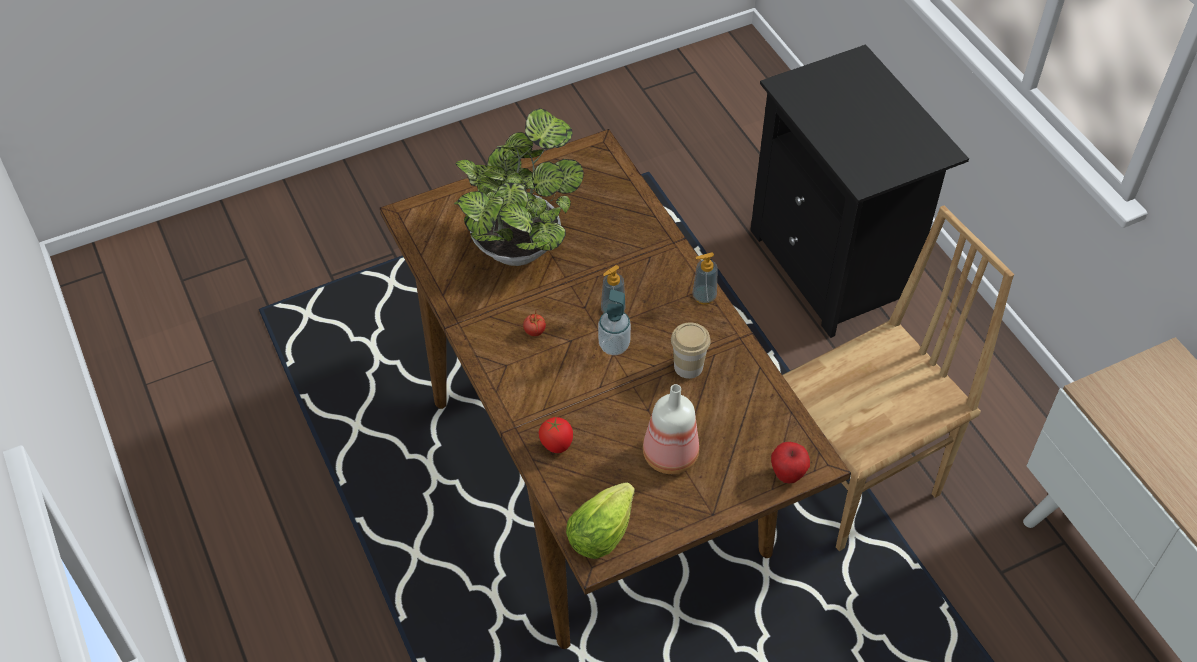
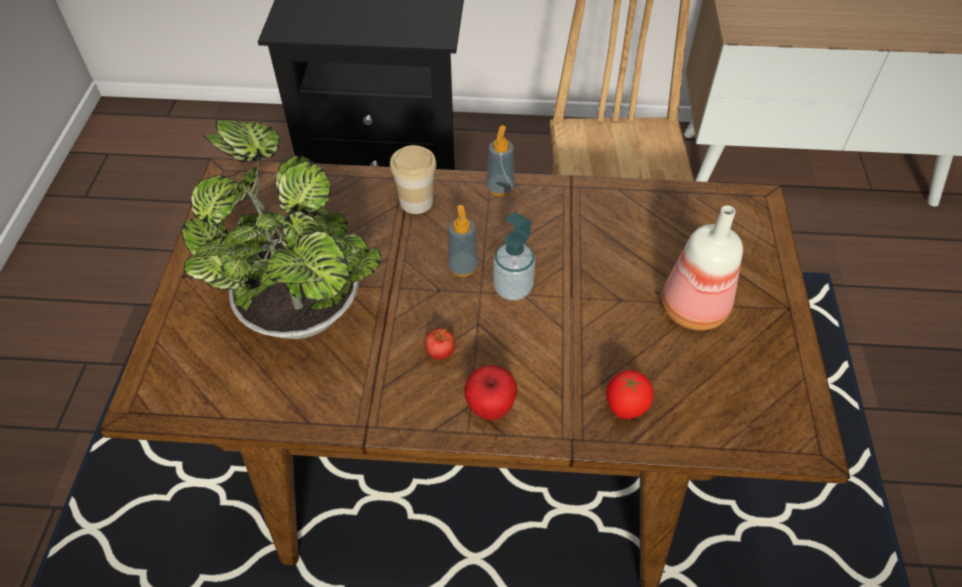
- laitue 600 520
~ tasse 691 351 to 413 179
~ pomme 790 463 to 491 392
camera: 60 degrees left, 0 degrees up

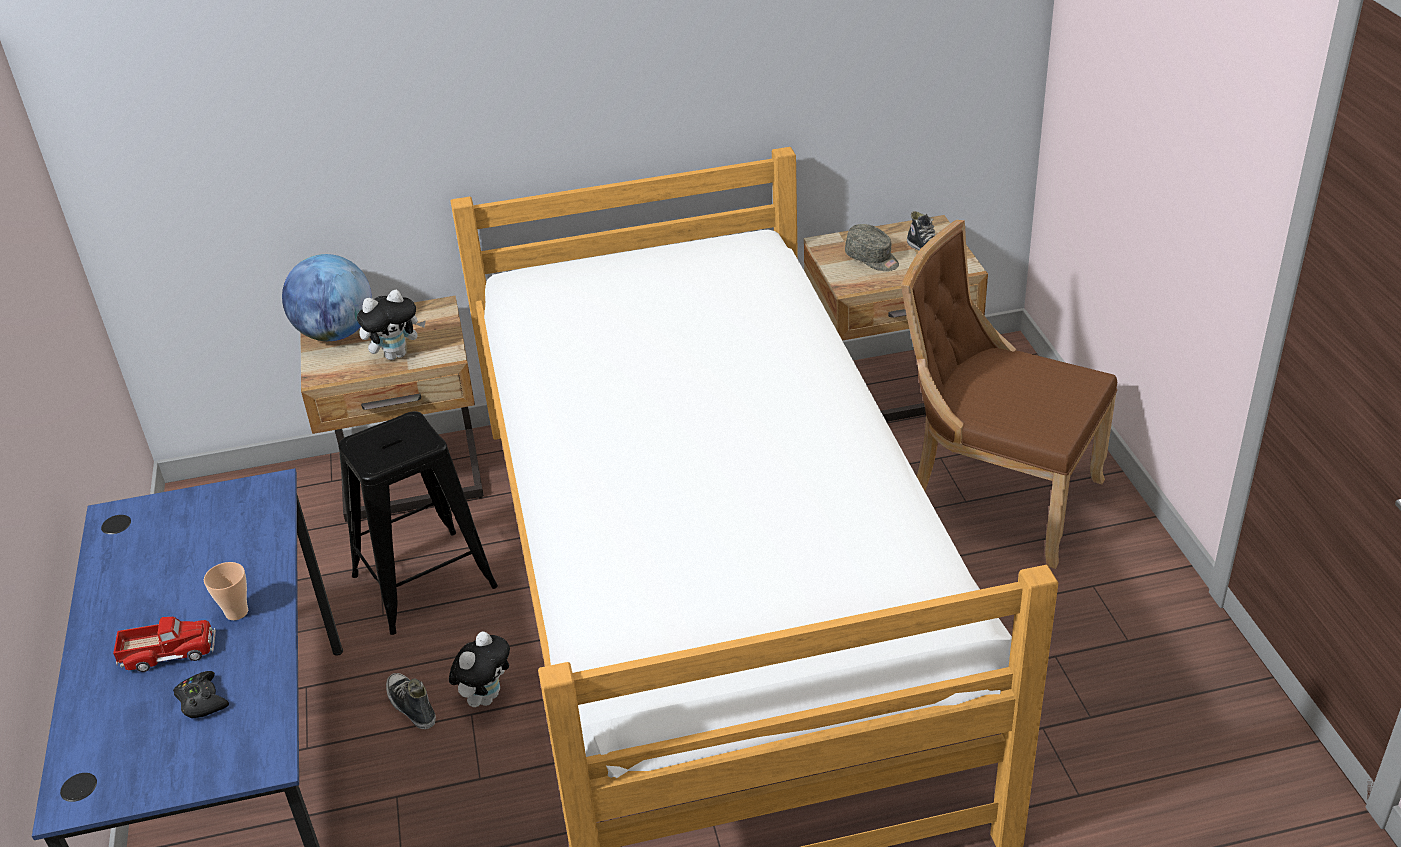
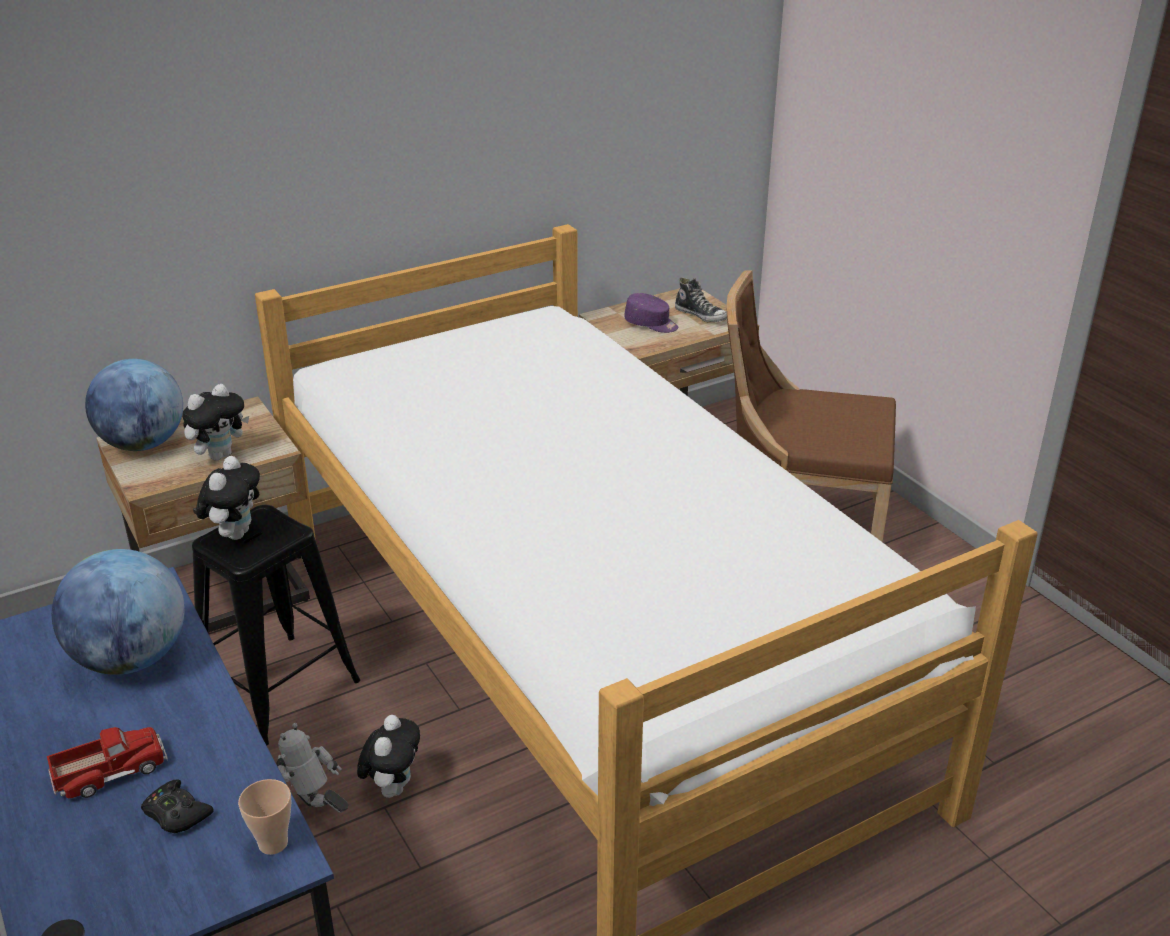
+ globe 118 612
+ peluche 228 498
~ tasse 226 591 to 264 817
~ chaussure 411 701 to robot jouet 312 768
~ casquette (gris) 872 247 to casquette (violet) 651 313
camera: 20 degrees left, 5 degrees down

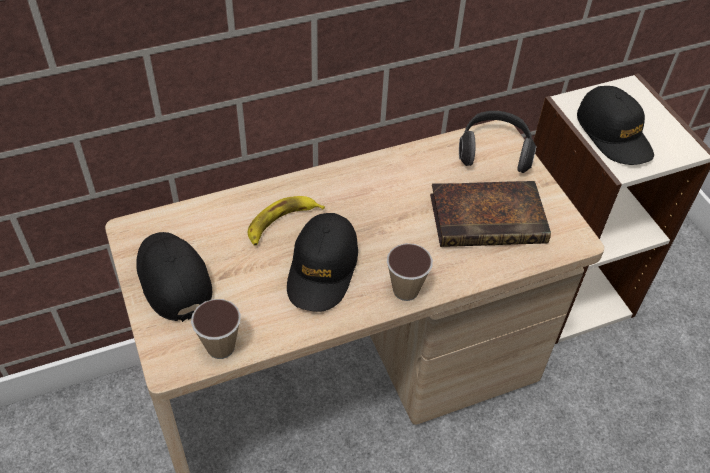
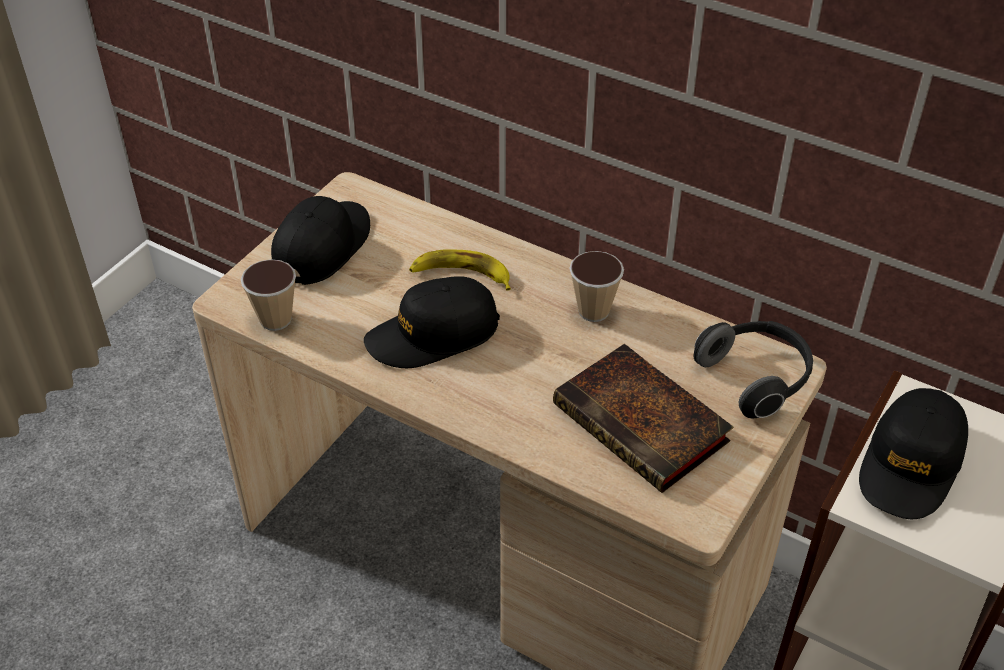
~ tasse 410 272 to 596 286
camera: 55 degrees right, 5 degrees down

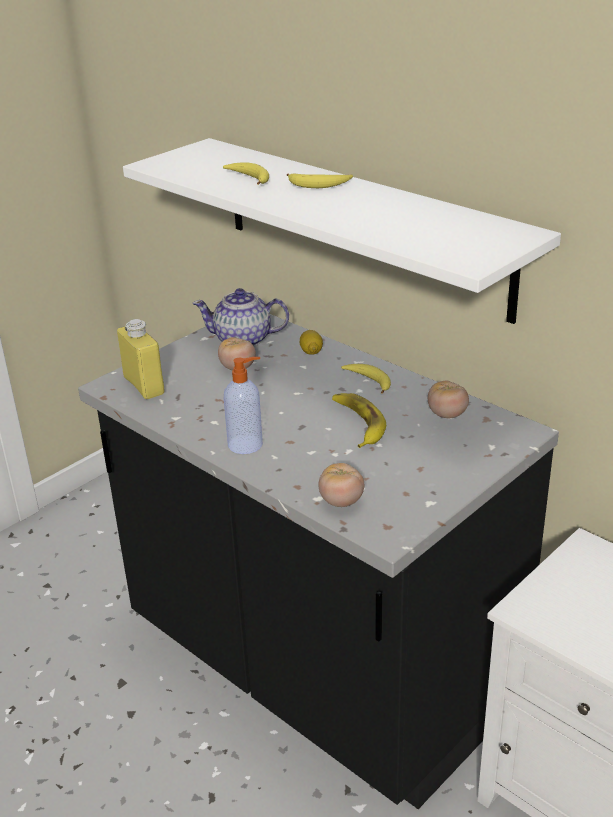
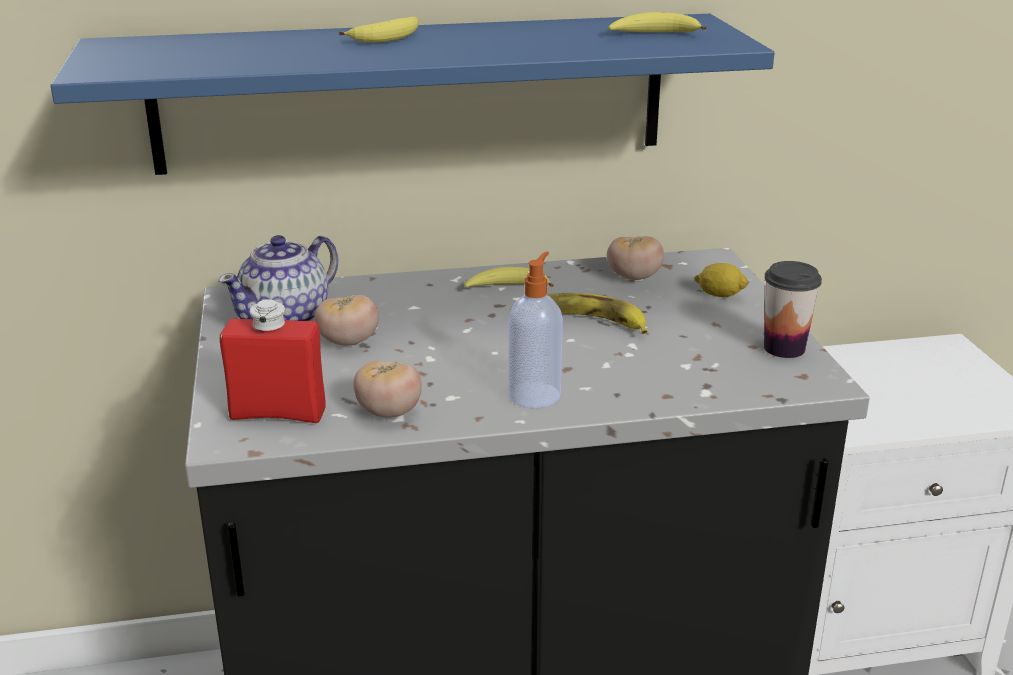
+ tasse 793 309
~ banane 246 173 to 657 22
~ citron 311 342 to 721 280
~ tomate 341 485 to 387 389
~ bouteille (jaune) 141 359 to bouteille (rouge) 273 361
~ étagère (blanc) 342 231 to étagère (bleu) 413 94
camera: 55 degrees left, 5 degrees down

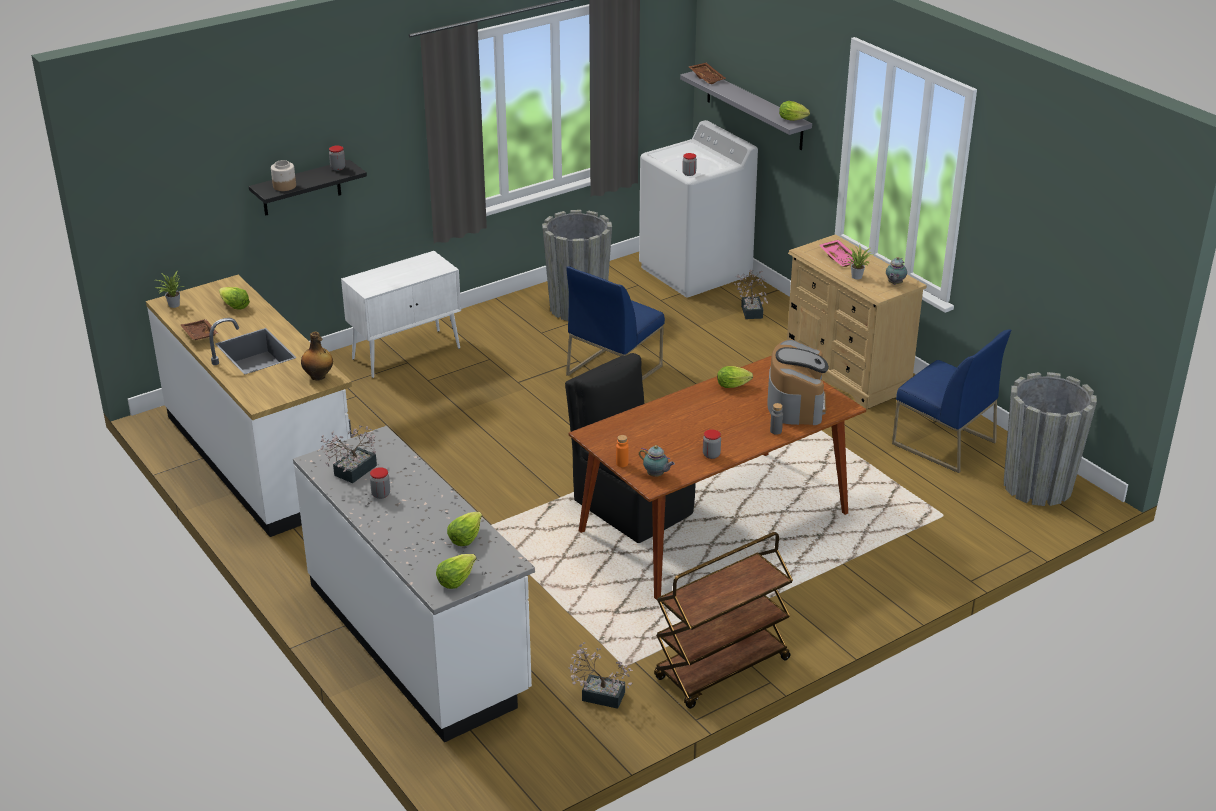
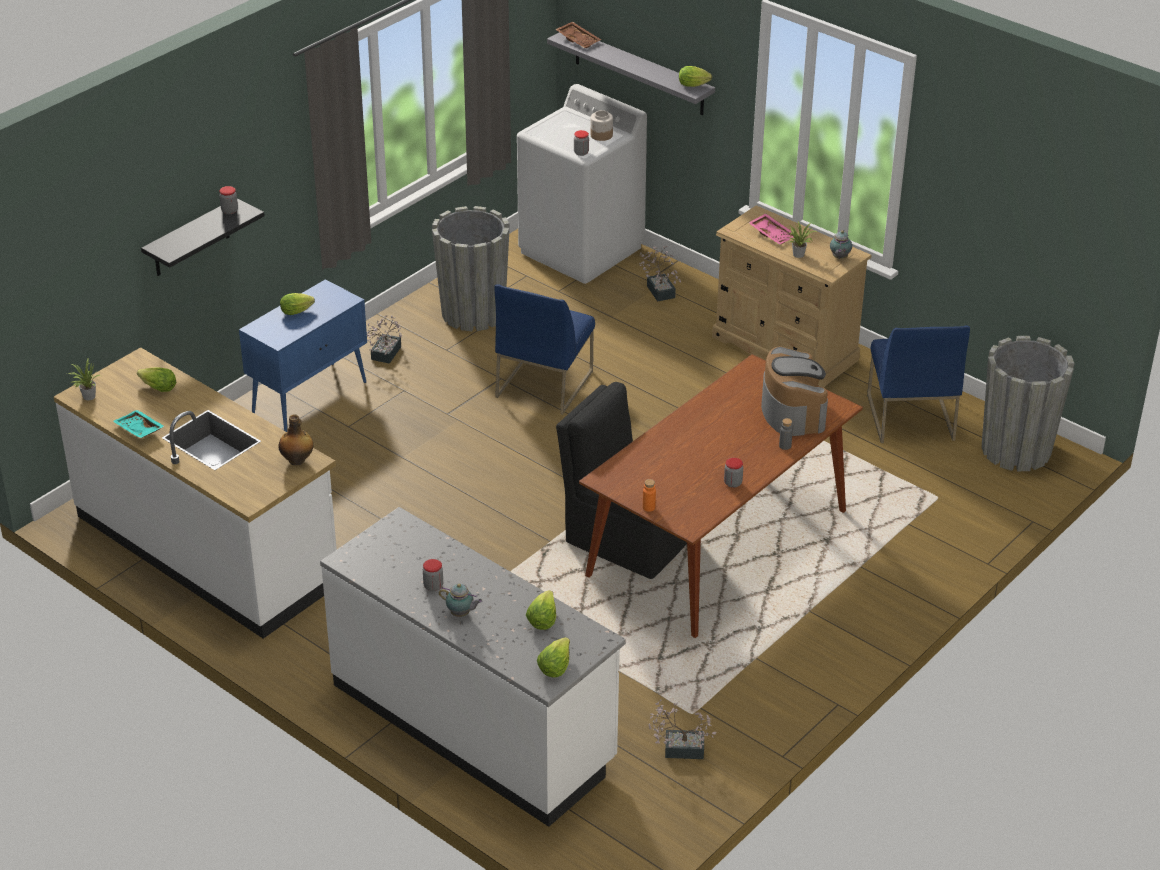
- chariot (marron) 723 620
~ bocal 283 175 to 601 125
~ plante en pot 348 454 to 384 339
~ théière 657 461 to 460 600
~ laitue 735 377 to 297 304
~ plateau (marron) 200 329 to plateau (turquoise) 139 424
~ meuble de rangement (blanc) 401 314 to meuble de rangement (bleu) 303 355
~ chaise (bleu) 951 401 = 918 384 60 degrees clockwise
camera: 15 degrees left, 5 degrees up

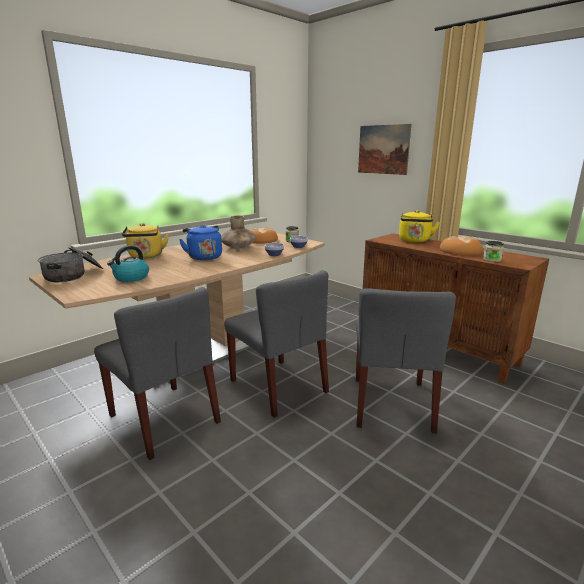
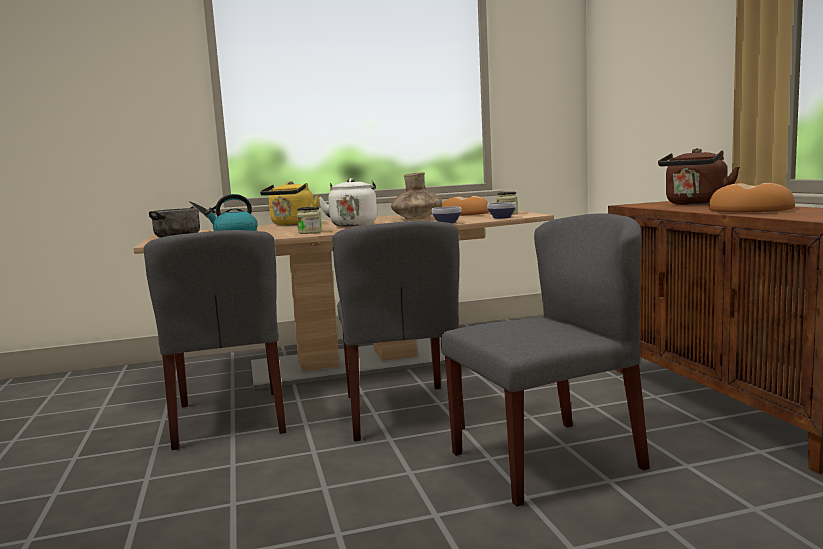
- tableau 384 149
~ bocal 493 251 to 309 220
~ bouilloire (bleu) 200 242 to bouilloire (blanc) 347 202
~ bouilloire (jaune) 419 226 to bouilloire (marron) 699 176
~ chaise (gris) 406 361 = 545 360 150 degrees counterclockwise
camera: 30 degrees right, 10 degrees down

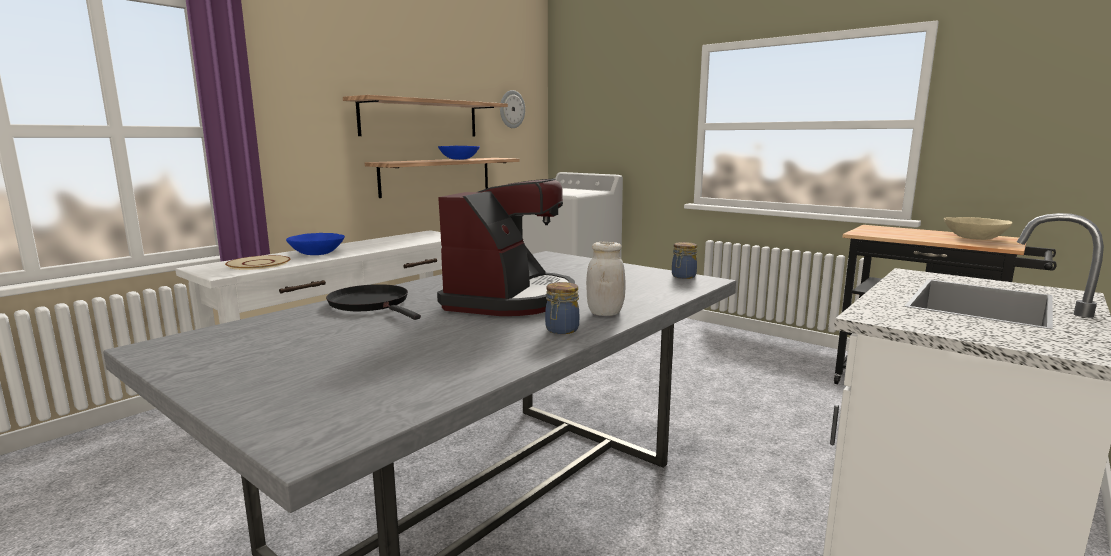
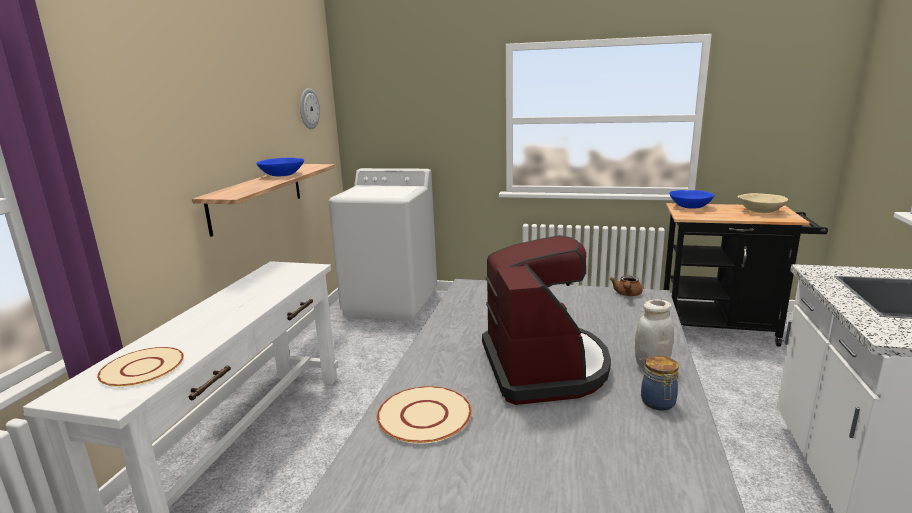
- étagère 425 116
~ bol (bleu) 315 244 to 692 199
~ poêle (noir) 373 302 to assiette (beige) 424 415
~ bocal 684 260 to théière (marron) 626 285
camera: 25 degrees left, 5 degrees up

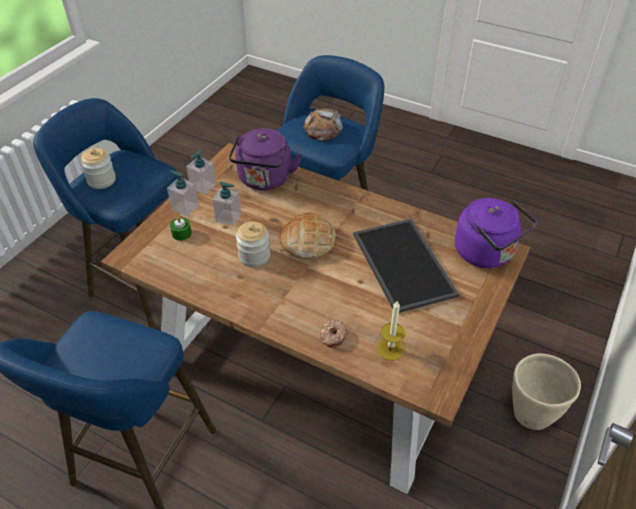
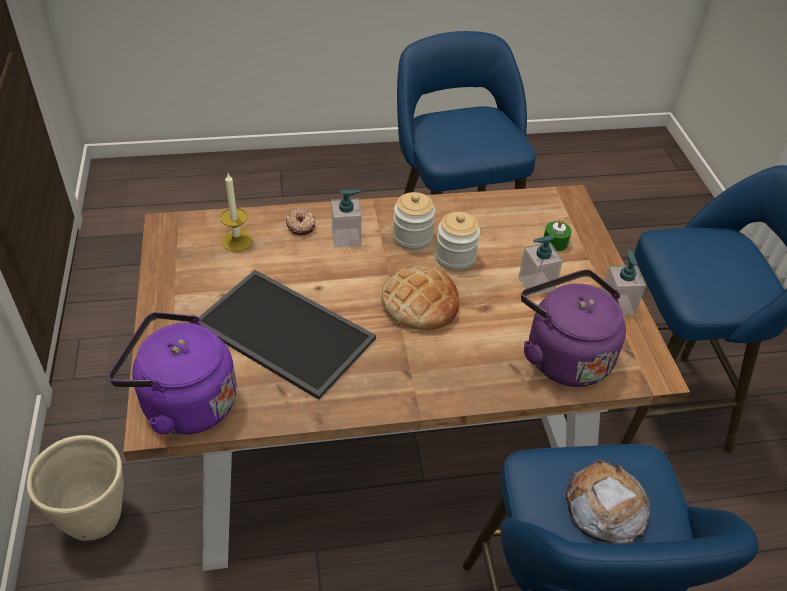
~ bocal 98 168 to 414 221
~ distributeur de savon 183 193 to 346 219
camera: 140 degrees right, 0 degrees up

